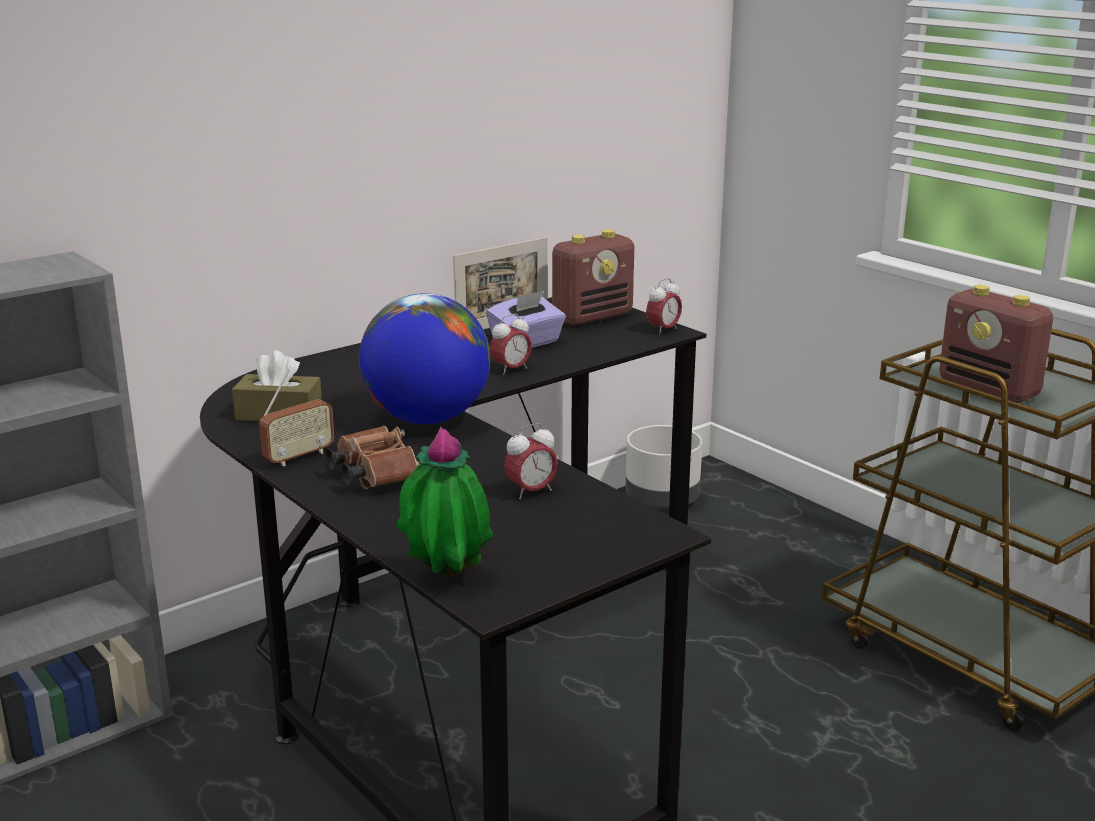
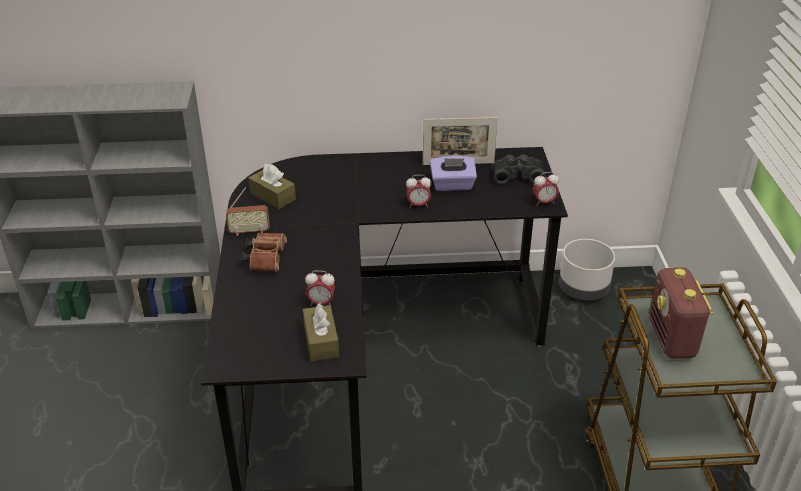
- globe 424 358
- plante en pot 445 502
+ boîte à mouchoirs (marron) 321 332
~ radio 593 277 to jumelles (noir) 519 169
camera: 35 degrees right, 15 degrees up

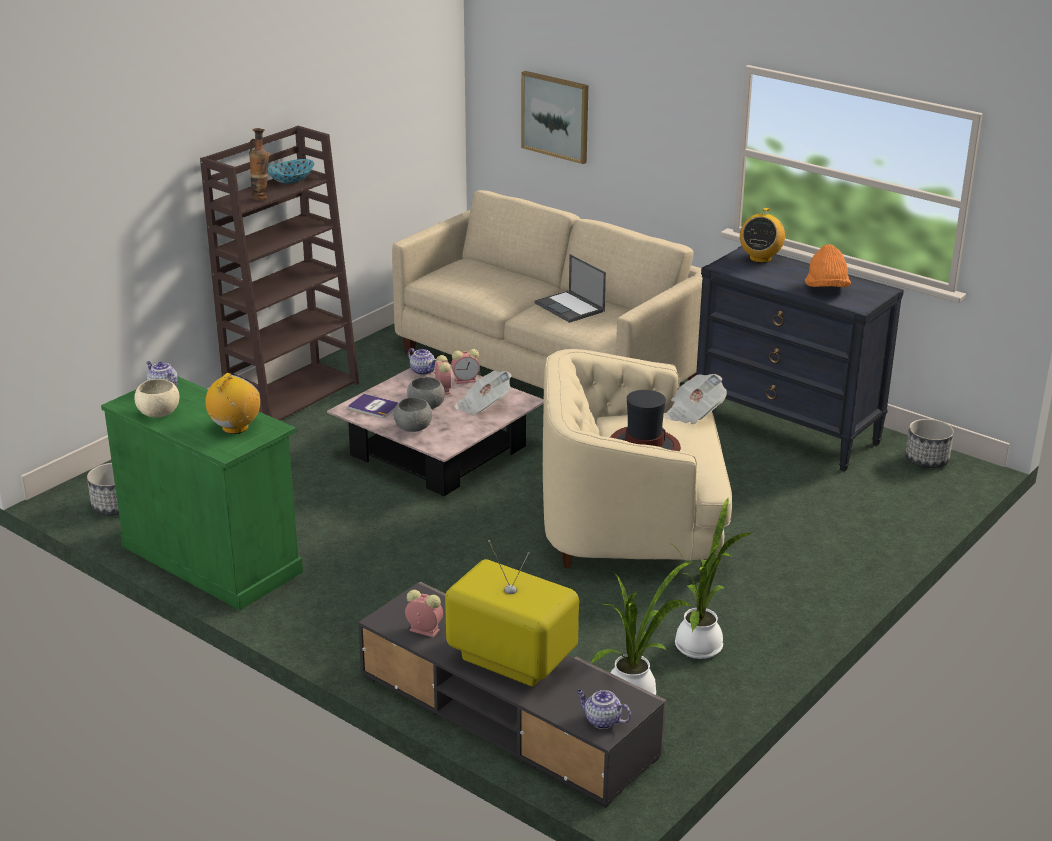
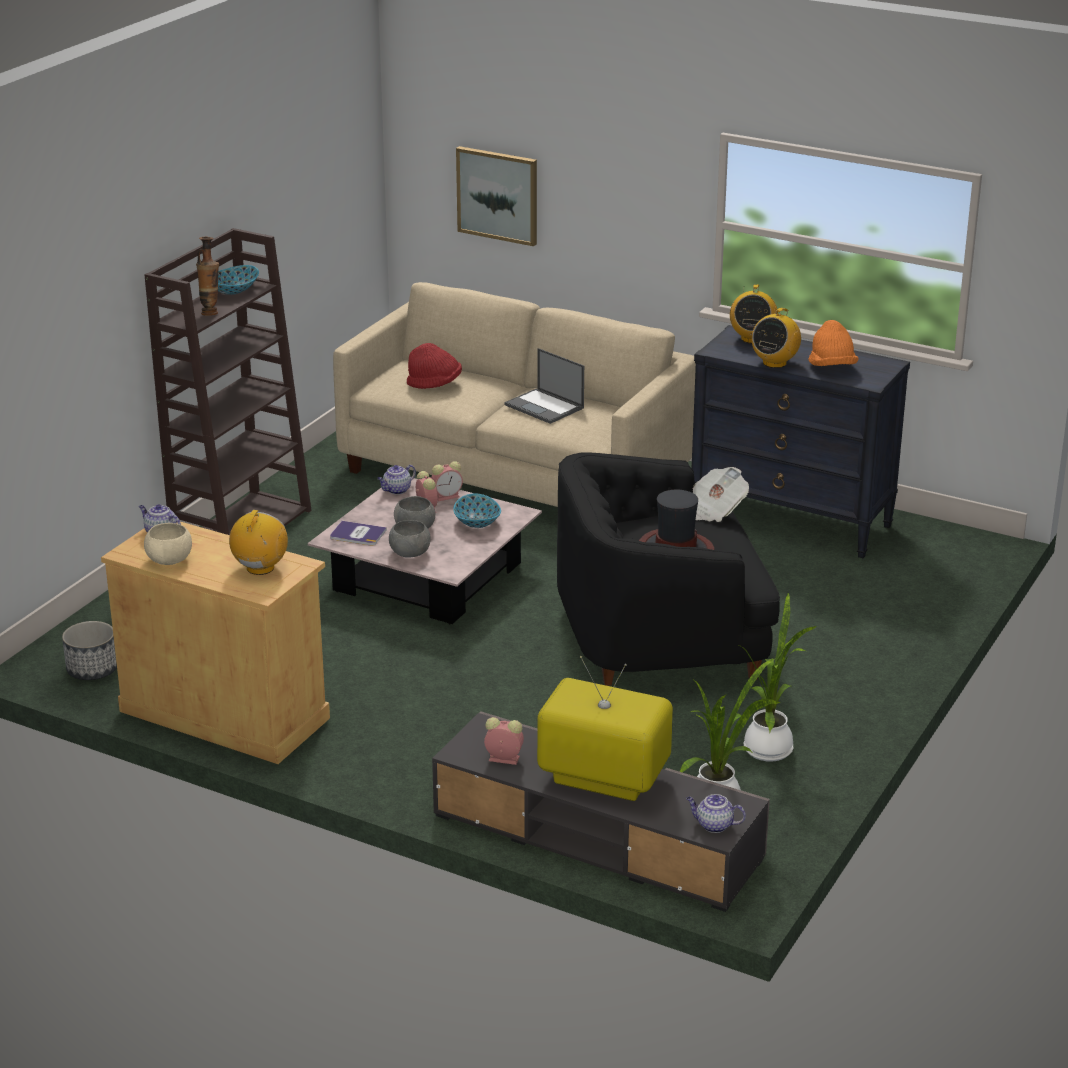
- cache-pot 929 443
+ chapeau (rouge) 434 366
+ radio 776 338
~ journal 483 393 to bol 477 510
~ meuble de rangement (vert) 202 493 to meuble de rangement (beige) 215 643
~ fauteuil (beige) 637 458 to fauteuil (noir) 668 569
~ théière 422 361 = 396 480 105 degrees clockwise
camera: 10 degrees left, 0 degrees up

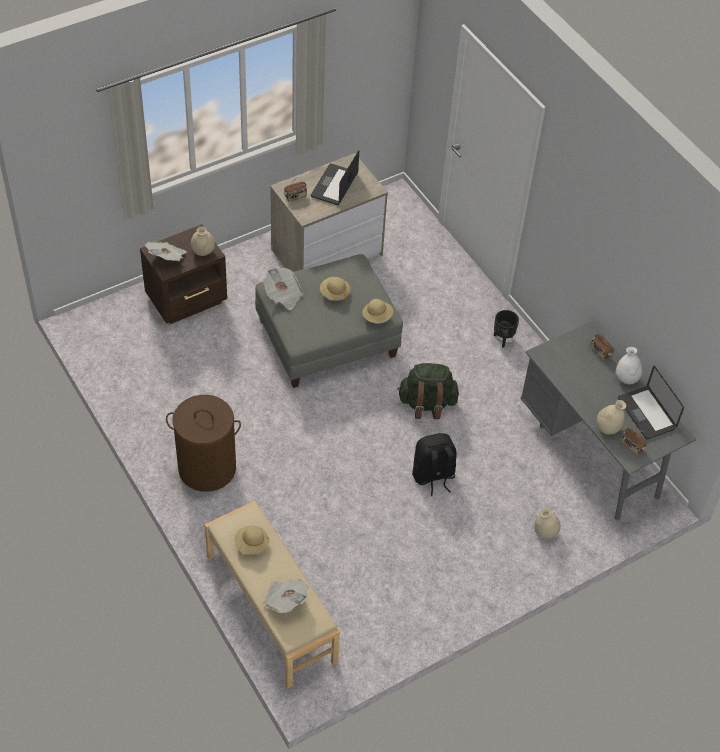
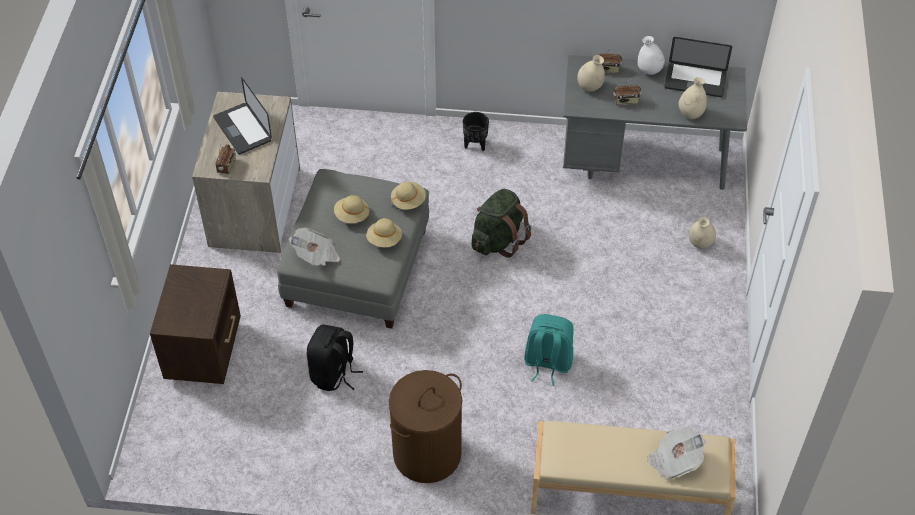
- journal 166 251
+ sac à dos (turquoise) 549 350
~ vase (beige) 203 241 to 591 73
~ chapeau (beige) 251 540 to 384 232
~ sac à dos (noir) 434 464 to 335 357
~ radio 634 441 to 627 92
camera: 50 degrees left, 0 degrees up

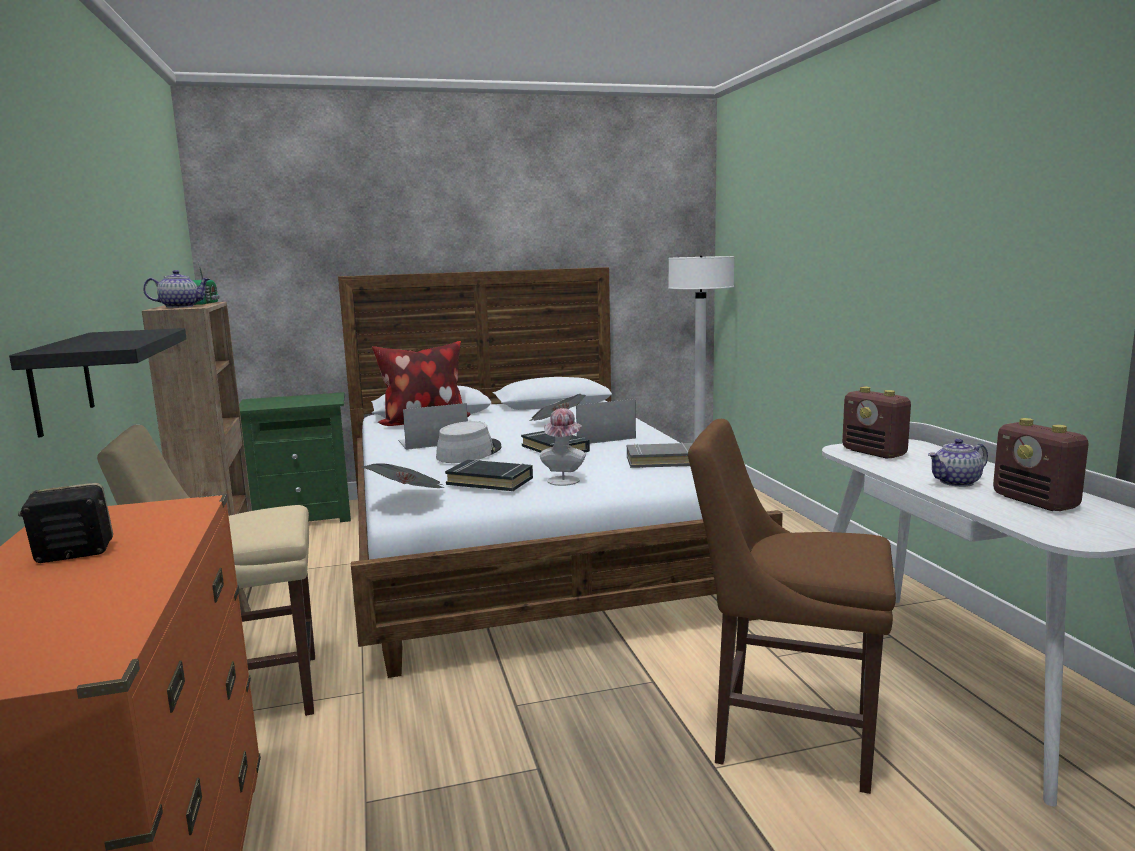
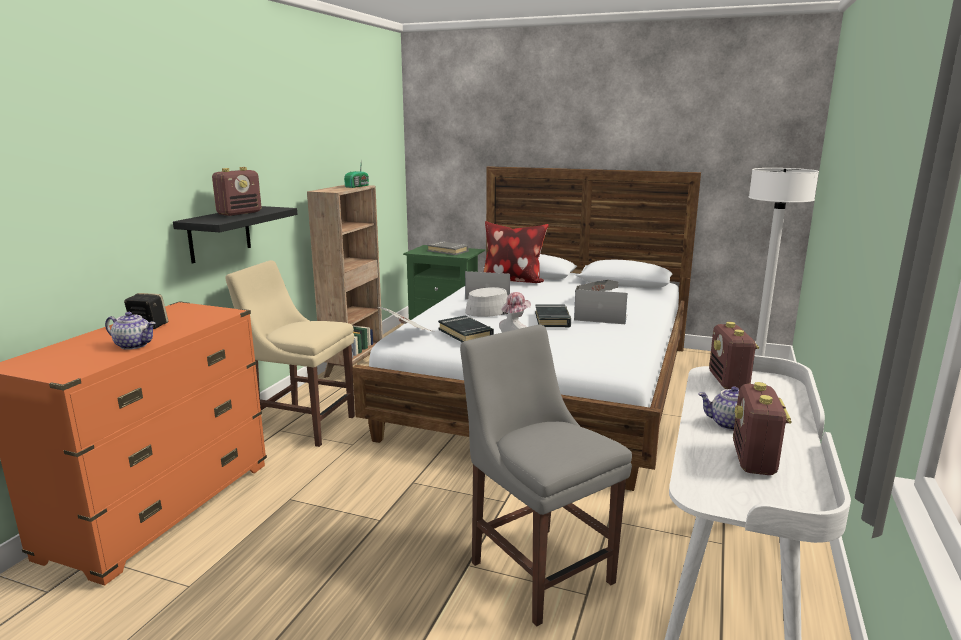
+ radio 236 191
~ théière 176 289 to 130 331
~ livre (gris) 660 455 to 448 248
~ chaise (marron) 792 606 to chaise (gris) 546 475
camera: 35 degrees right, 5 degrees up

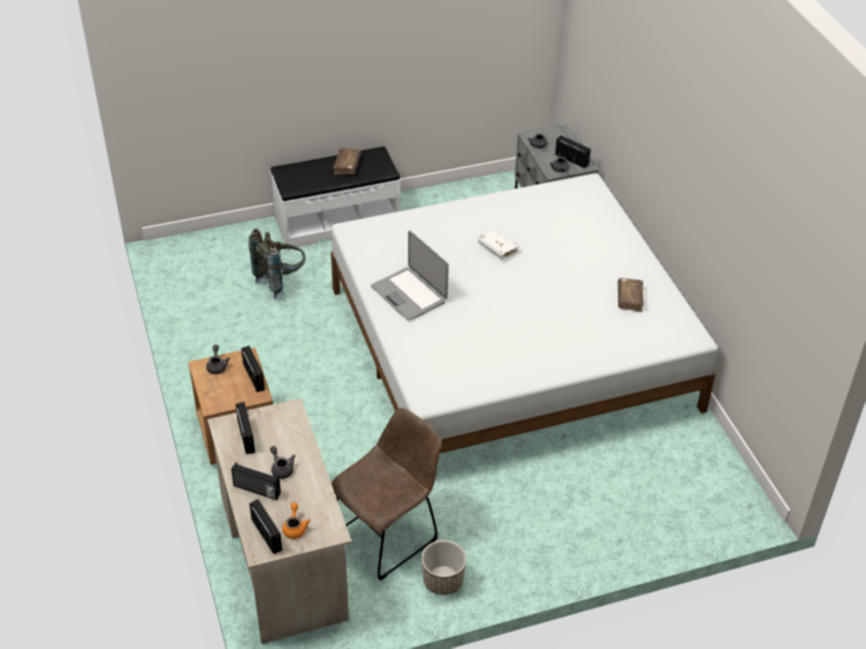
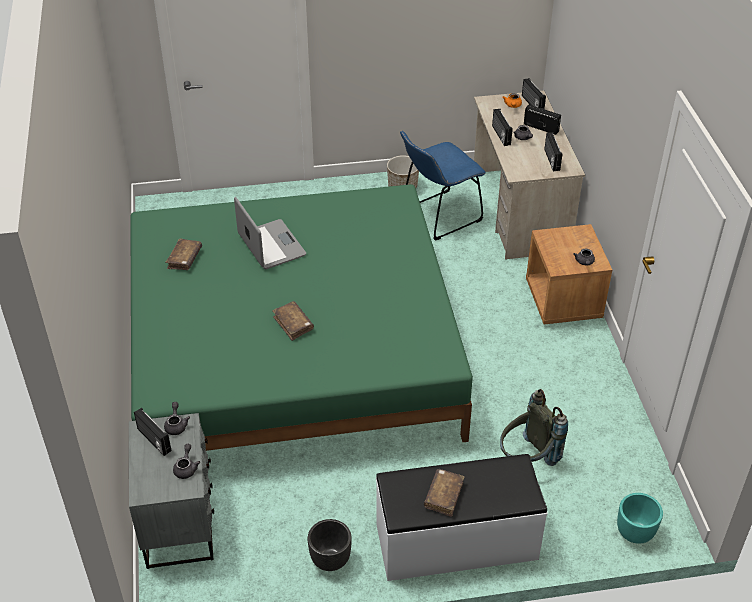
+ cache-pot (noir) 330 545
+ cache-pot (turquoise) 640 518
~ radio 253 369 to 502 127
~ ordinateur portable 410 275 to 270 233
~ lit (blanc) 524 313 to lit (vert) 301 317
~ chaise (marron) 386 494 to chaise (bleu) 443 186
~ livre (blanc) 498 244 to livre (marron) 293 321
camera: 170 degrees left, 0 degrees up

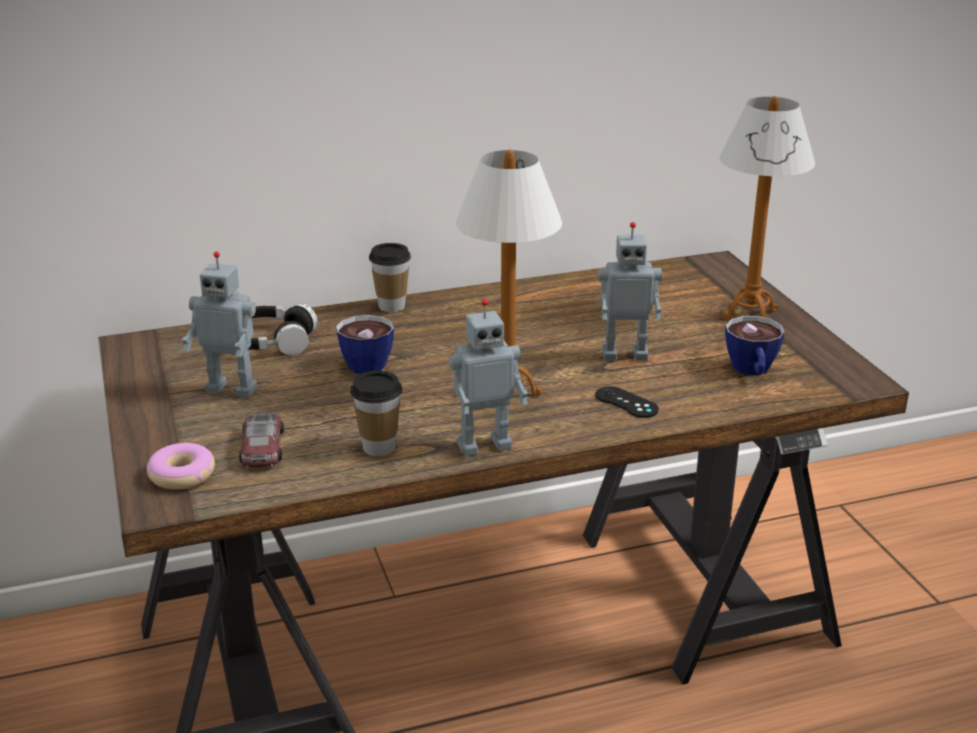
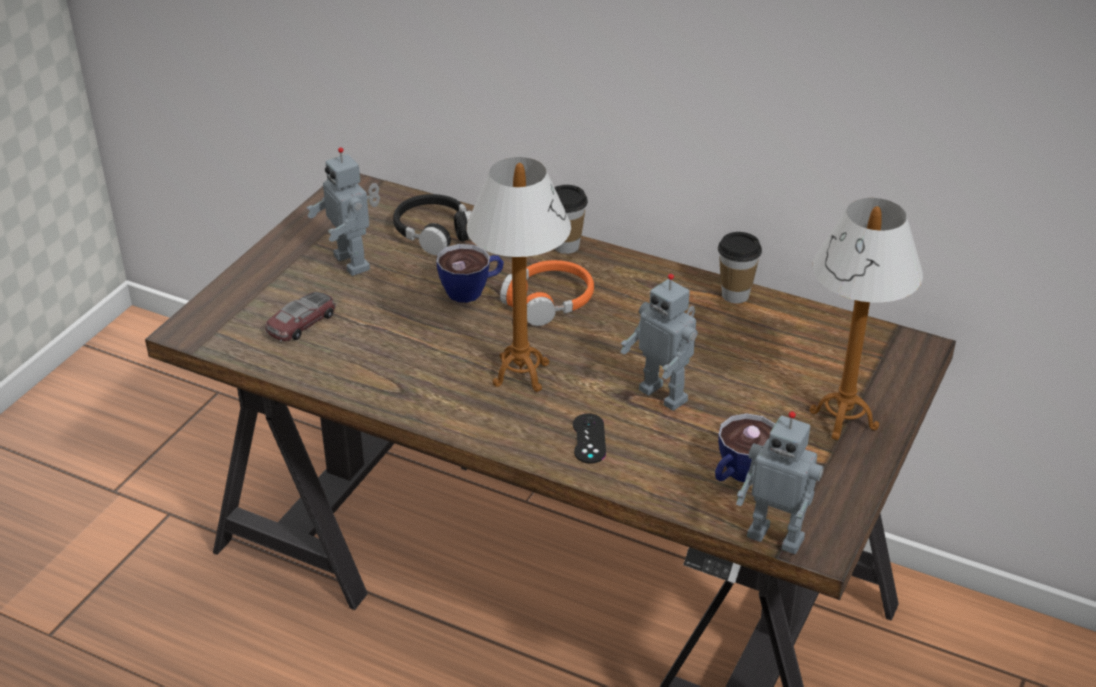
- beignet 181 466
+ casque audio (orange) 547 293
~ tasse 376 413 to 740 267
~ robot jouet 488 377 to 779 482
camera: 45 degrees right, 10 degrees up

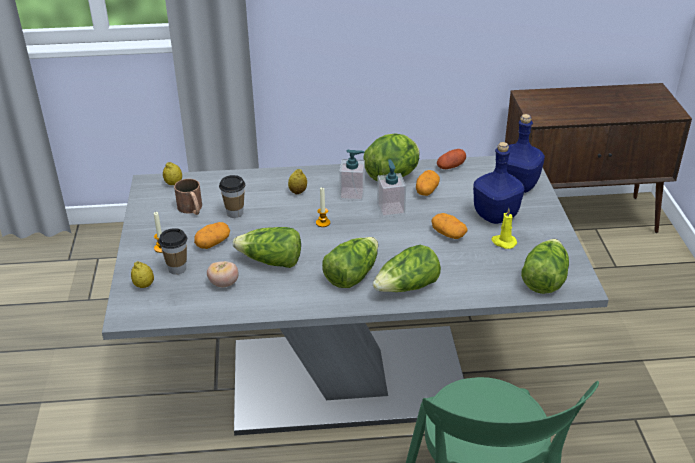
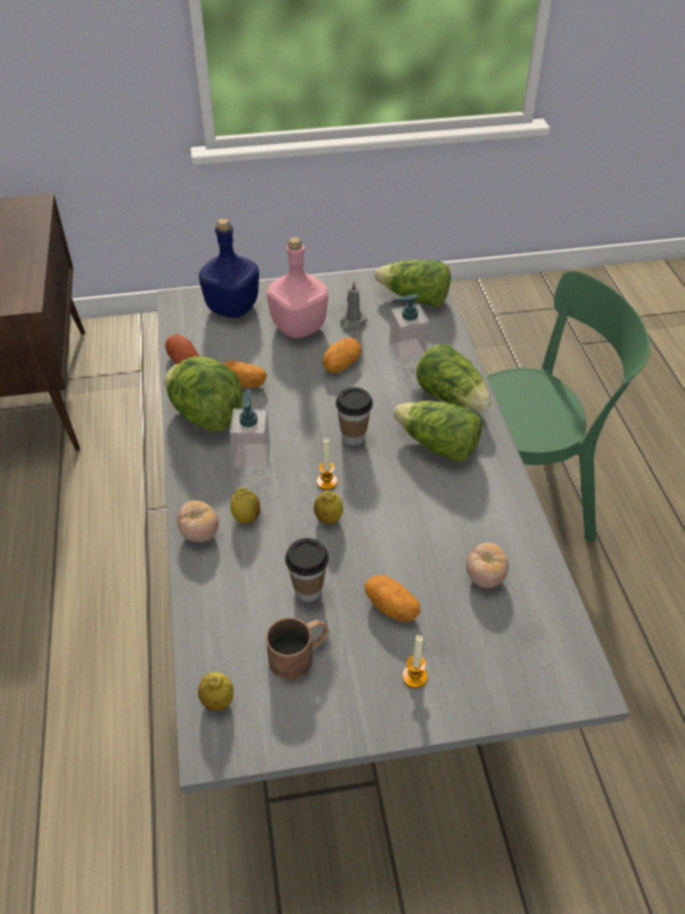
- laitue 267 247
+ tomate 198 521
~ citron 142 274 to 328 507
~ tasse 173 251 to 354 416
~ distributeur de savon 391 188 to 409 328
~ bouteille (bleu) 498 183 to bouteille (rose) 297 287
~ bougie (jaune) 504 228 to bougie (gris) 353 306
camera: 95 degrees left, 10 degrees up

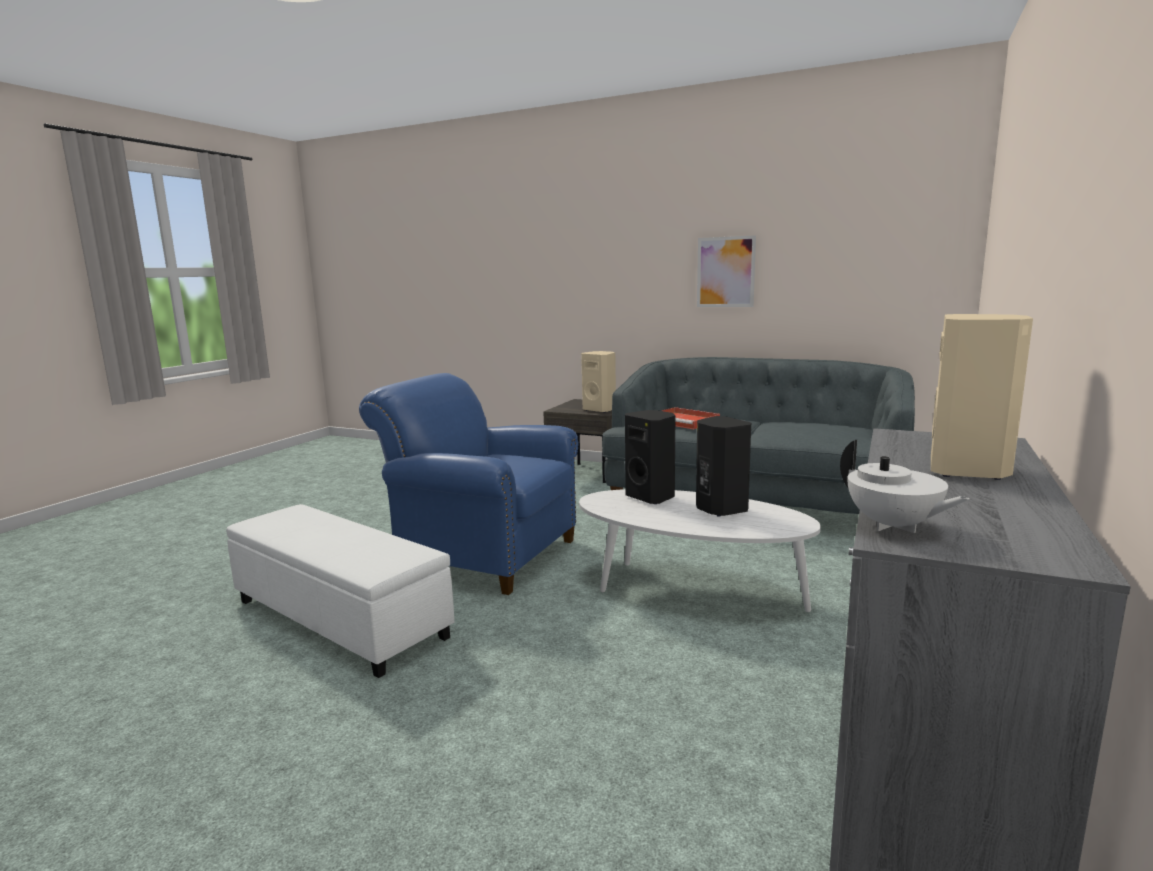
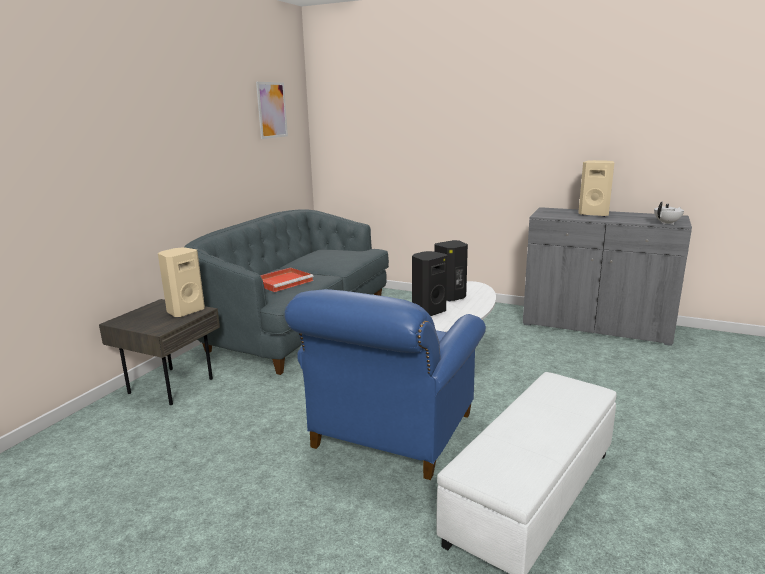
~ tableau 726 271 to 272 110
camera: 90 degrees left, 5 degrees up

